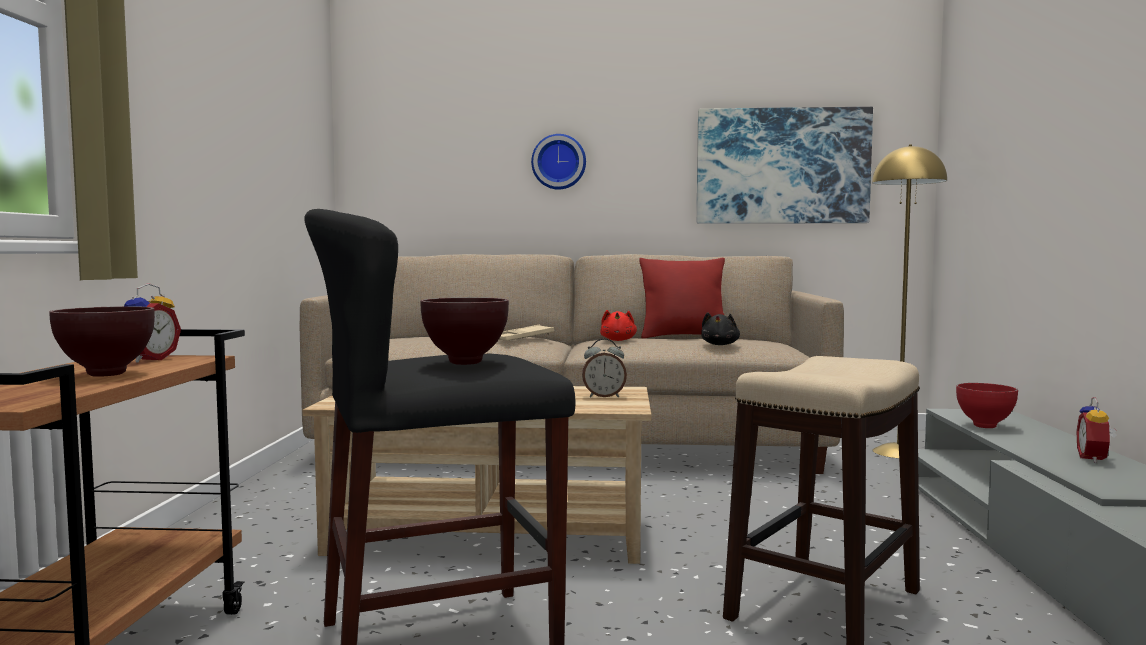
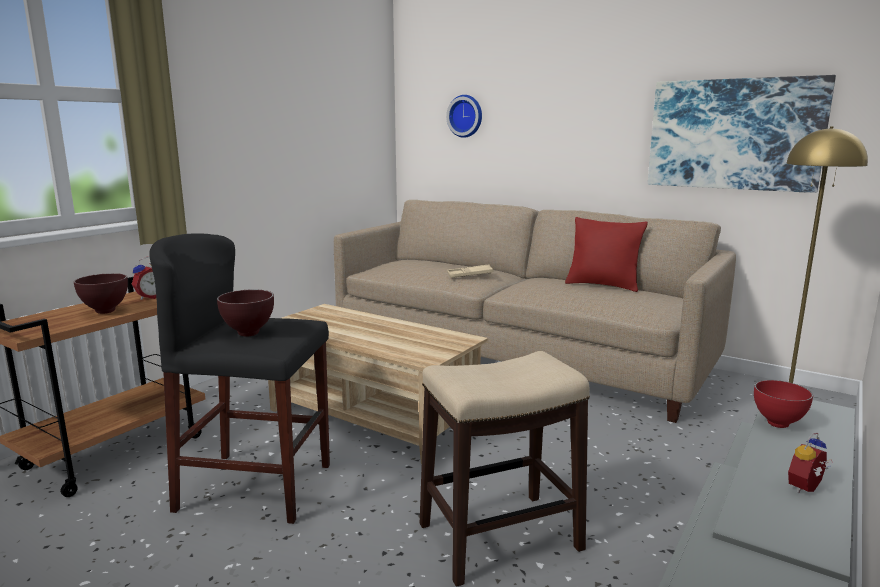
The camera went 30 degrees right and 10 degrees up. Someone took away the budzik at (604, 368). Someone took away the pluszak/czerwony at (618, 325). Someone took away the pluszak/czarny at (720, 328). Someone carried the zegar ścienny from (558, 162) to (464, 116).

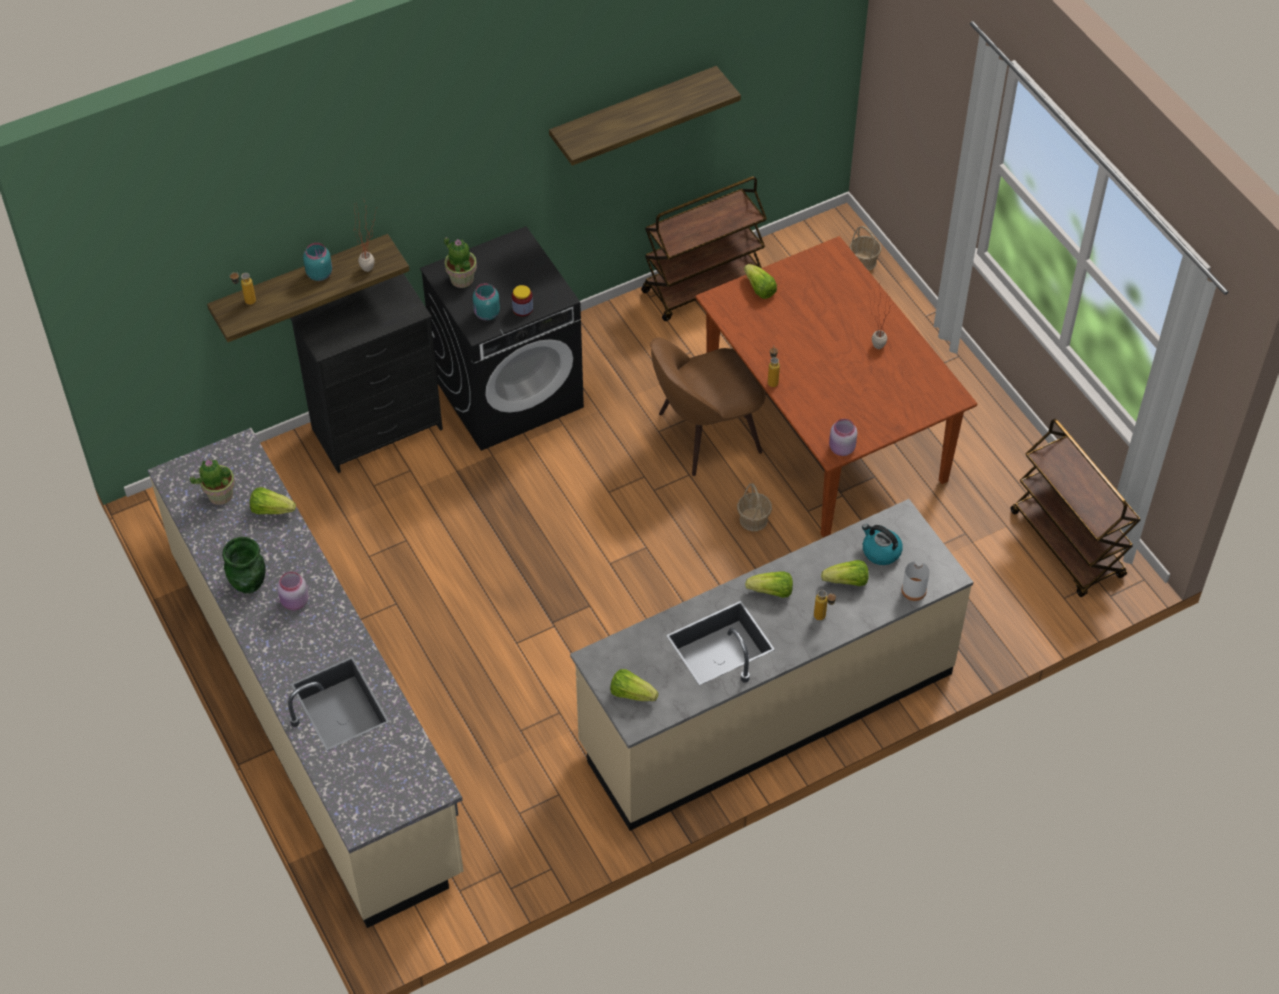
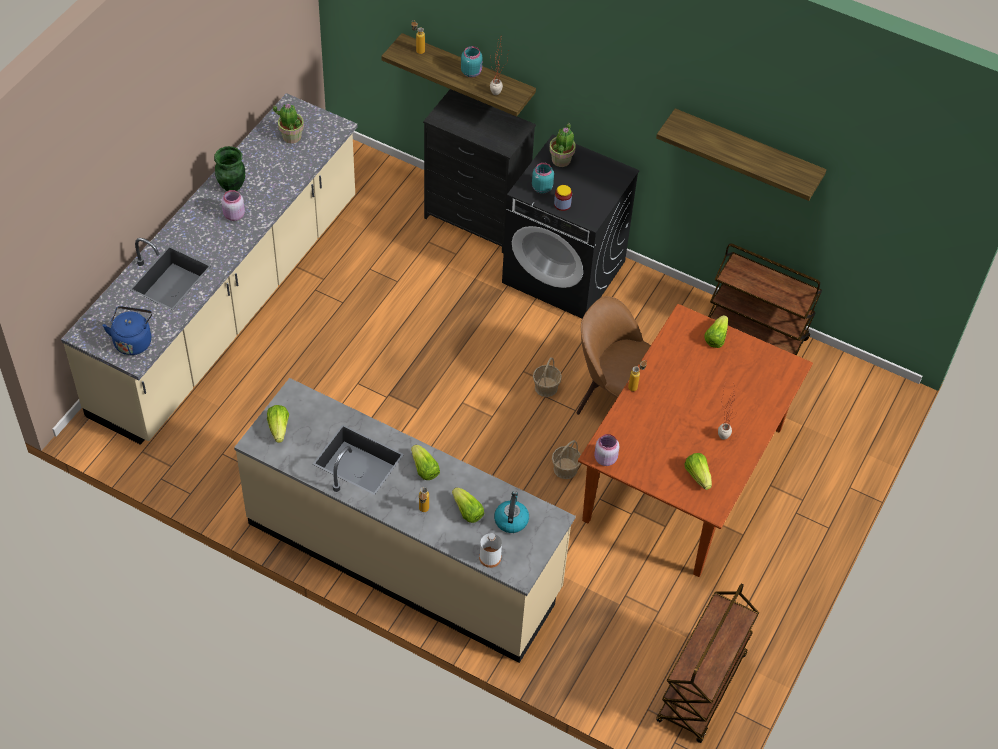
The camera went 55 degrees right and 0 degrees up. Someone put down the czajnik/niebieski at (127, 330). Someone carried the sałata from (273, 500) to (698, 471). Someone carried the koszyk from (865, 248) to (547, 377).

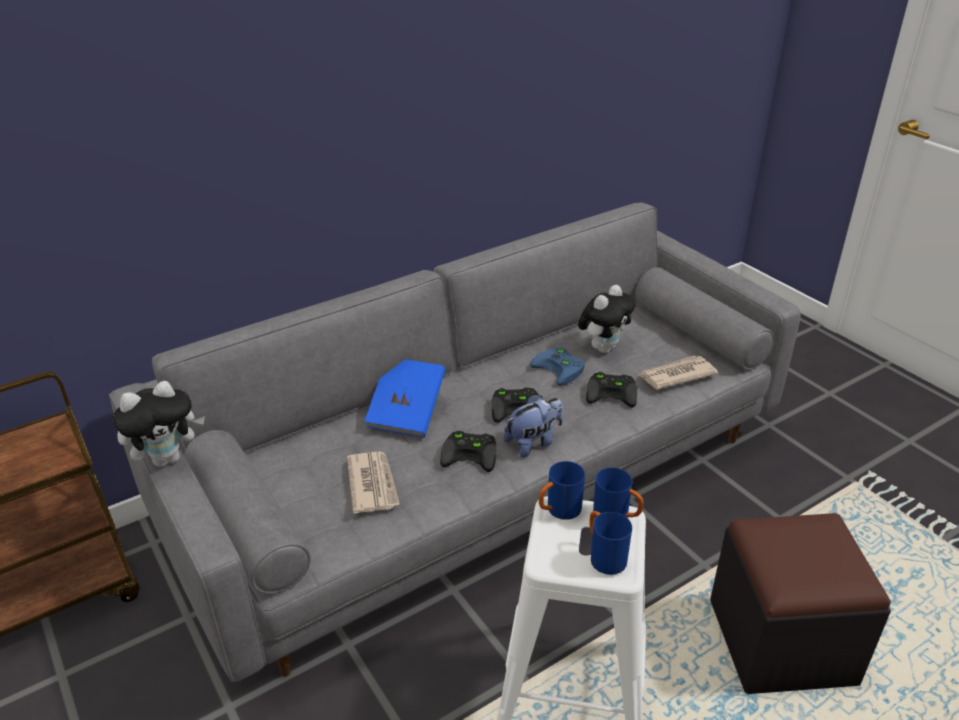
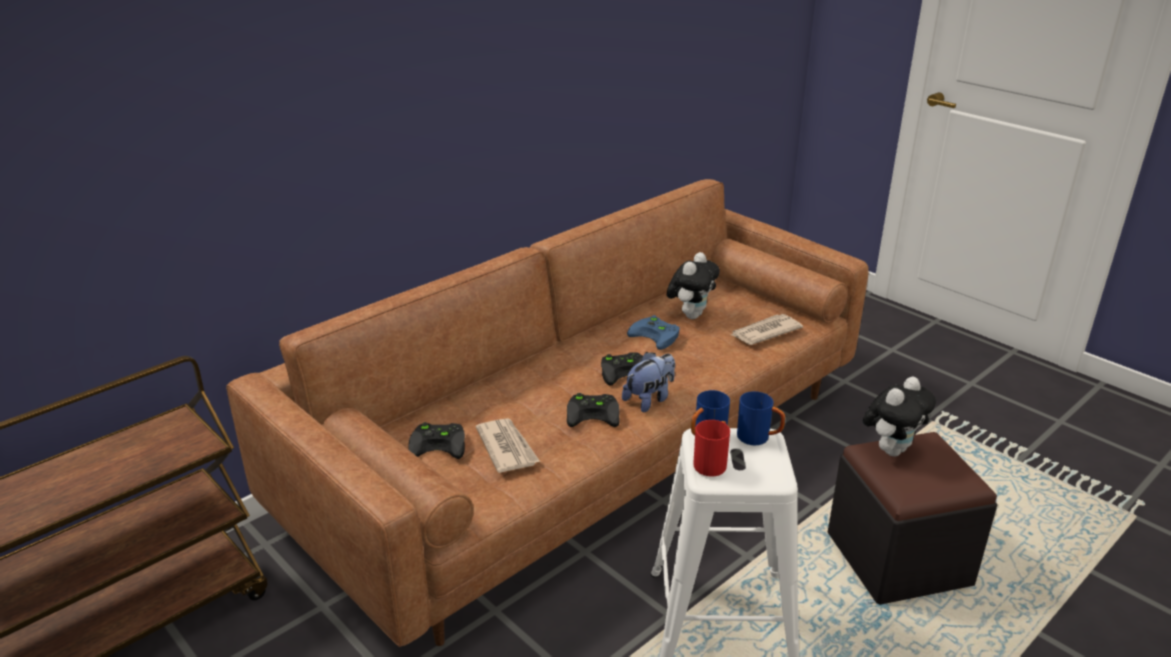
The camera went 10 degrees left and 5 degrees down. Someone took away the książka/niebieski at (405, 398). Someone took away the kubek/niebieski at (610, 543). Someone put down the kubek/czerwony at (711, 448). Someone carried the pluszak from (159, 424) to (899, 416). Someone carried the pad do gier/czarny from (611, 390) to (436, 440). Someone repainted the kanapa/szary at (455, 442), which became the kanapa/brązowy at (547, 413).

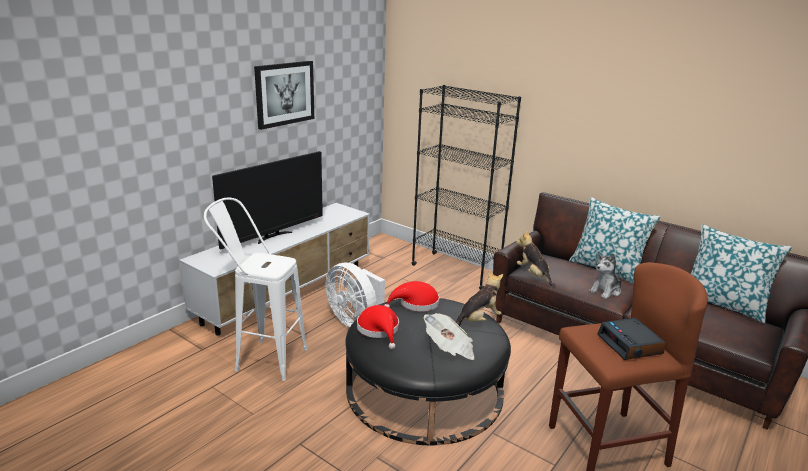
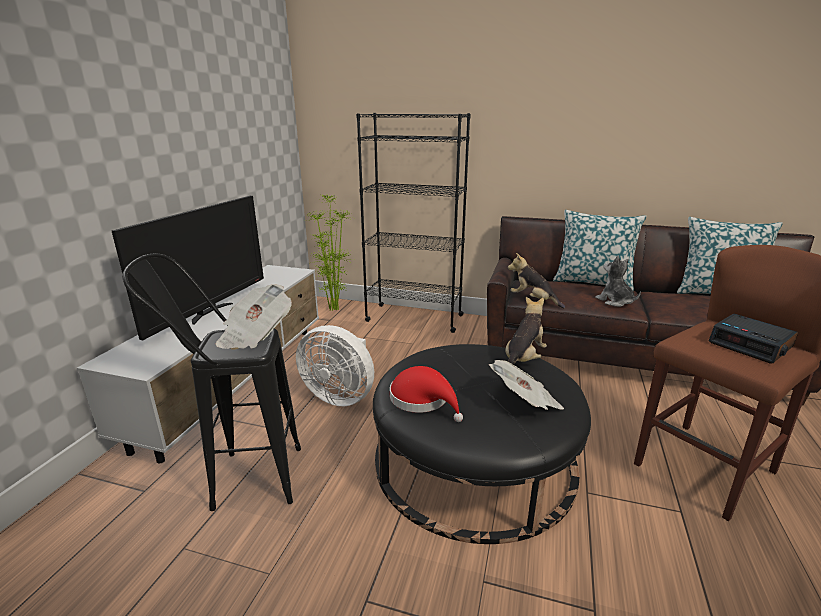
The camera went 20 degrees left and 0 degrees up. Someone took away the obraz at (284, 95). Someone took away the kapelusz/czerwony at (411, 296). Someone put down the gazeta at (254, 316). Someone put down the roślina doniczkowa at (330, 252). Someone repainted the stołek/biały at (256, 289), which became the stołek/czarny at (211, 382). Someone rotated the pluszak at (605, 276) by 120 degrees clockwise.

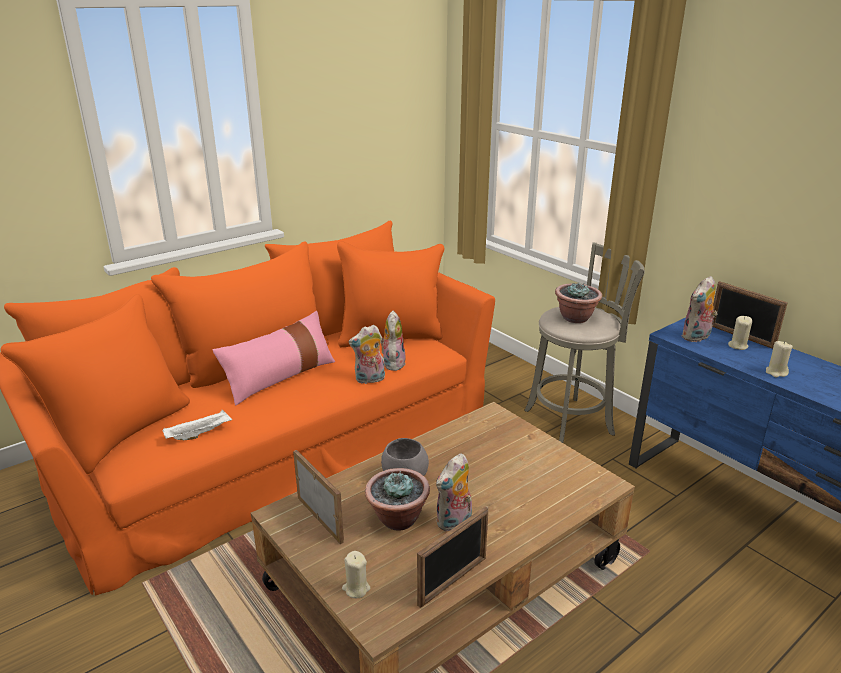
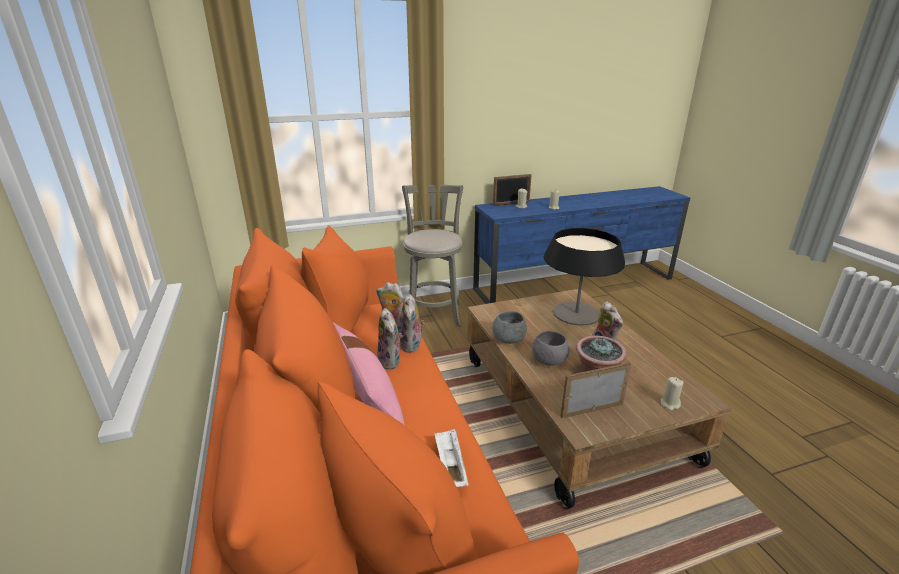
The camera went 70 degrees left and 0 degrees up. Someone took away the ramka na zdjęcie at (452, 557). Someone took away the roślina doniczkowa at (578, 303). Someone put down the miska/szary at (509, 327). Someone put down the lampa stołowa at (584, 277). Someone carried the pluszak from (699, 309) to (390, 339).

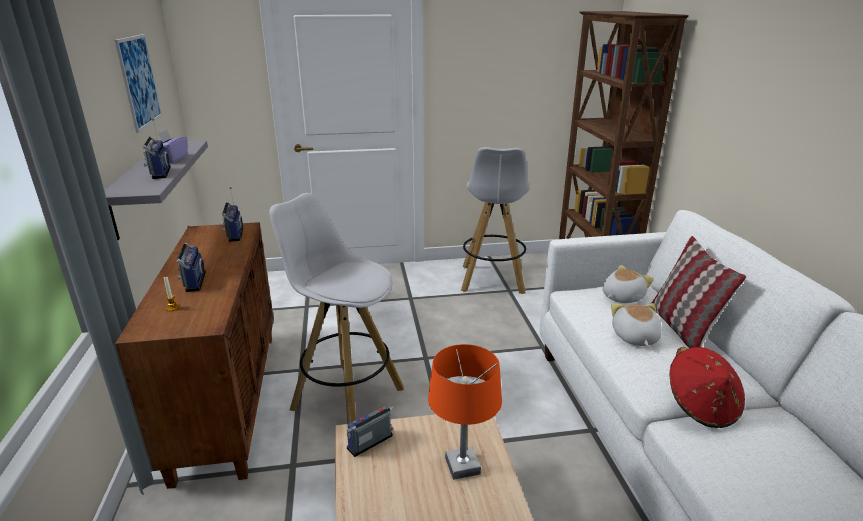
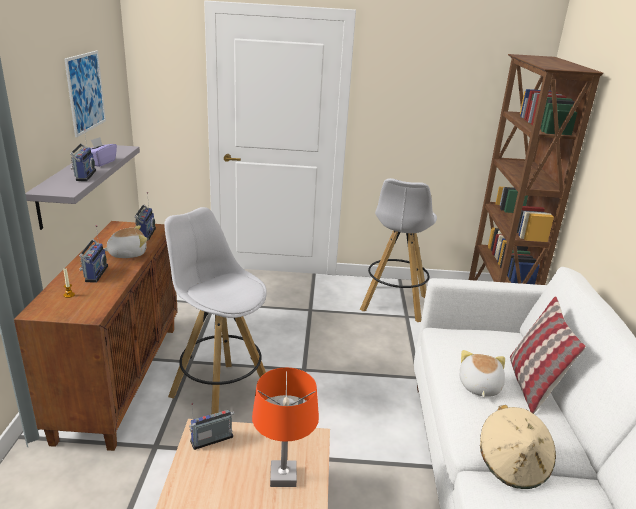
The camera went 10 degrees right and 0 degrees up. Someone carried the pluszak from (628, 284) to (125, 241). Someone repainted the kapelusz/czerwony at (707, 387), which became the kapelusz/beżowy at (518, 447).

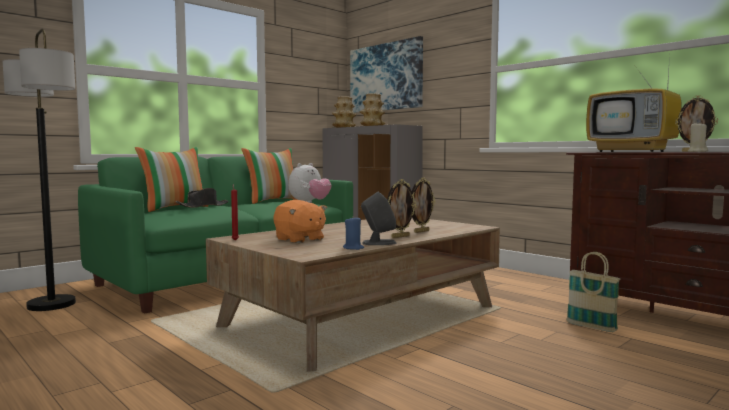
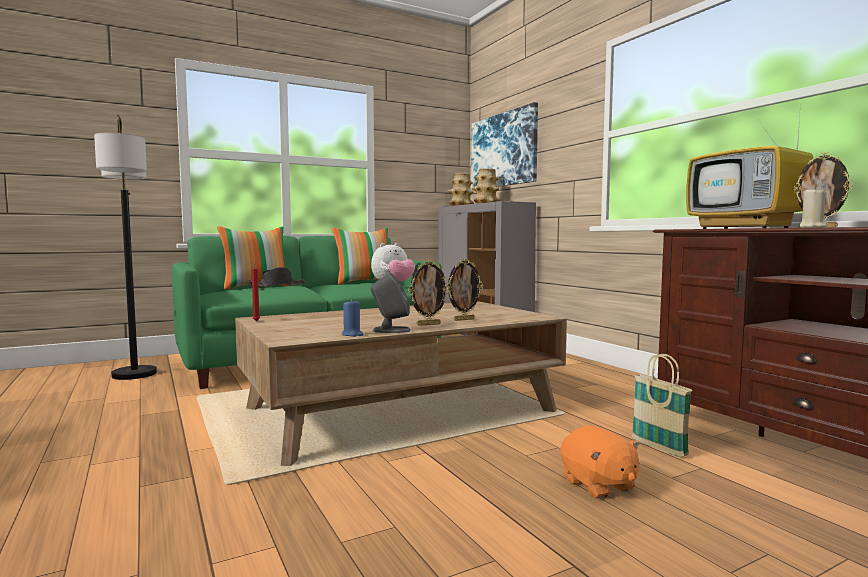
The camera went 15 degrees right and 0 degrees up. Someone carried the pluszak/pomarańczowy from (300, 221) to (601, 462).

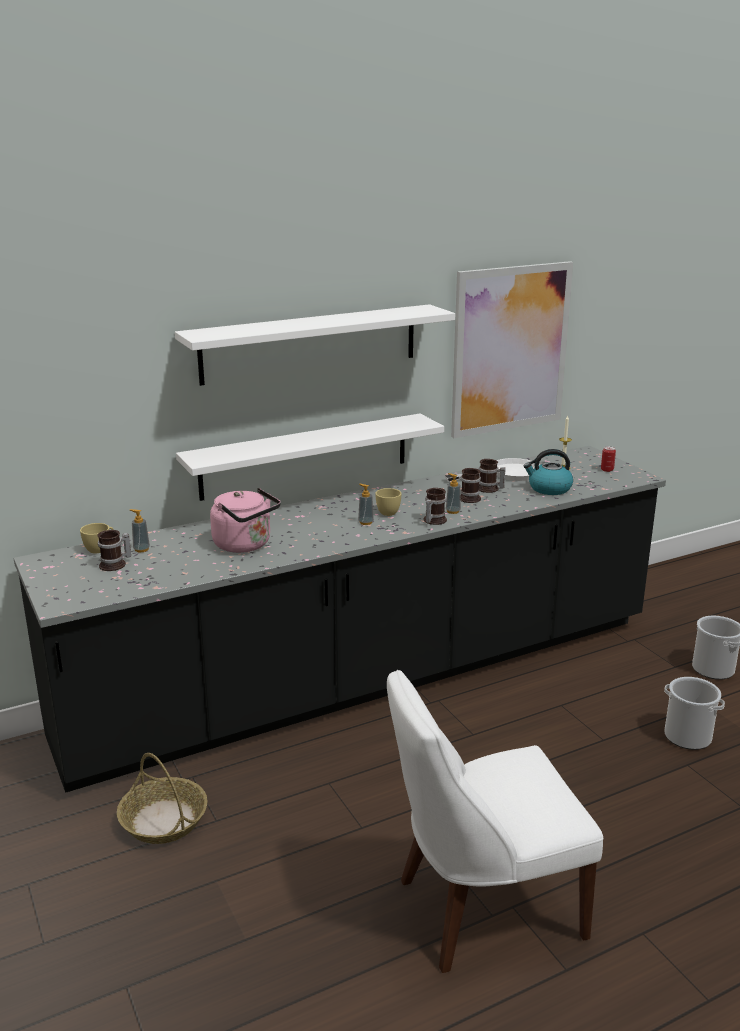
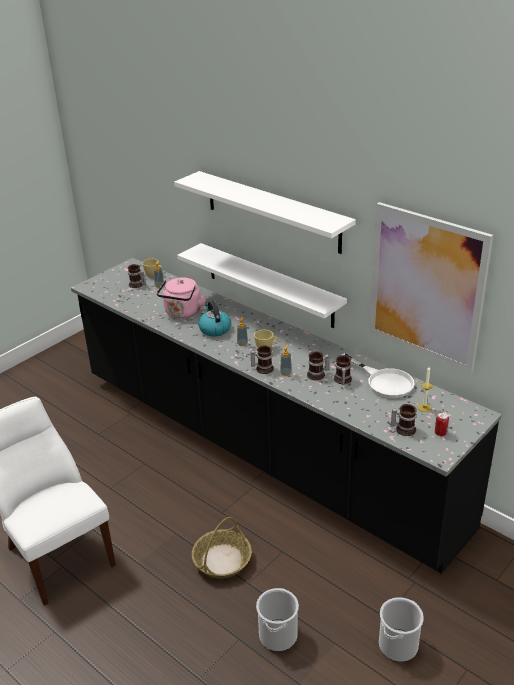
The camera went 70 degrees right and 10 degrees up. Someone put down the kubek at (404, 420). Someone carried the koszyk from (162, 798) to (222, 548). Someone carried the czajnik from (548, 472) to (214, 318).

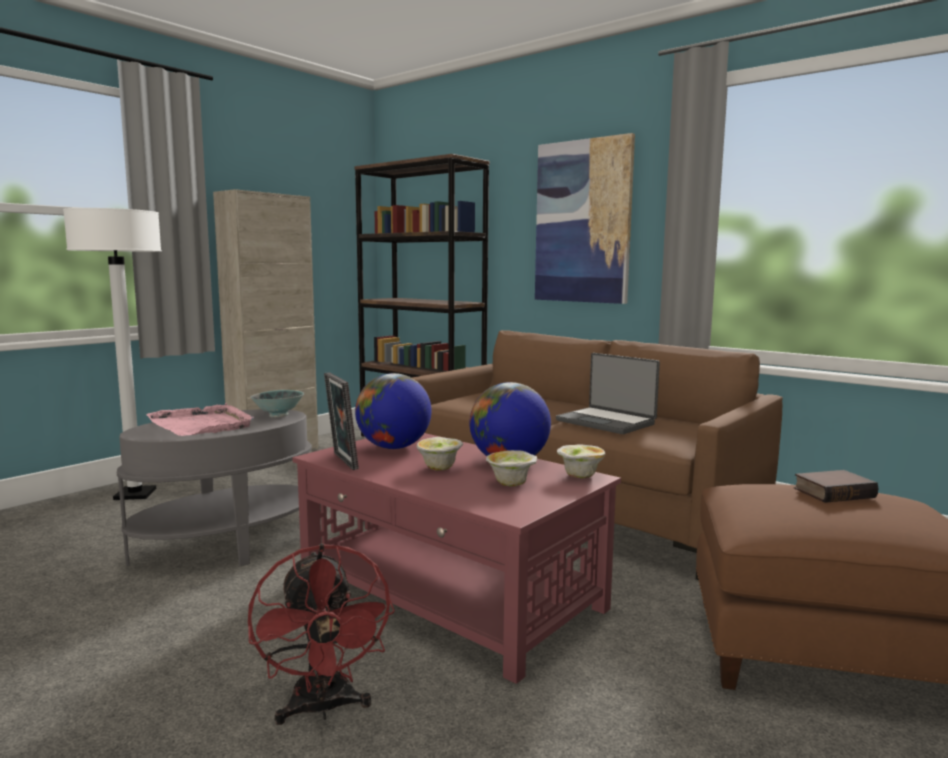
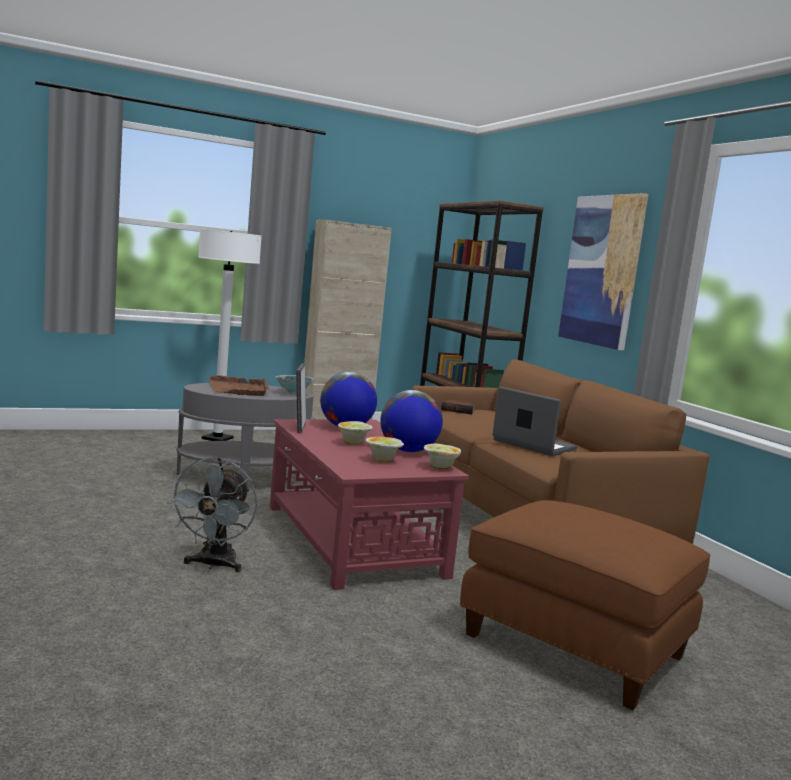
The camera went 25 degrees right and 0 degrees up. Someone carried the książka from (836, 486) to (458, 407). Someone repainted the taca/różowy at (200, 419), which became the taca/brązowy at (239, 385). Someone repainted the wentylator/czerwony at (321, 634), which became the wentylator/szary at (212, 515). Someone rotated the laptop at (608, 393) by 150 degrees clockwise.

